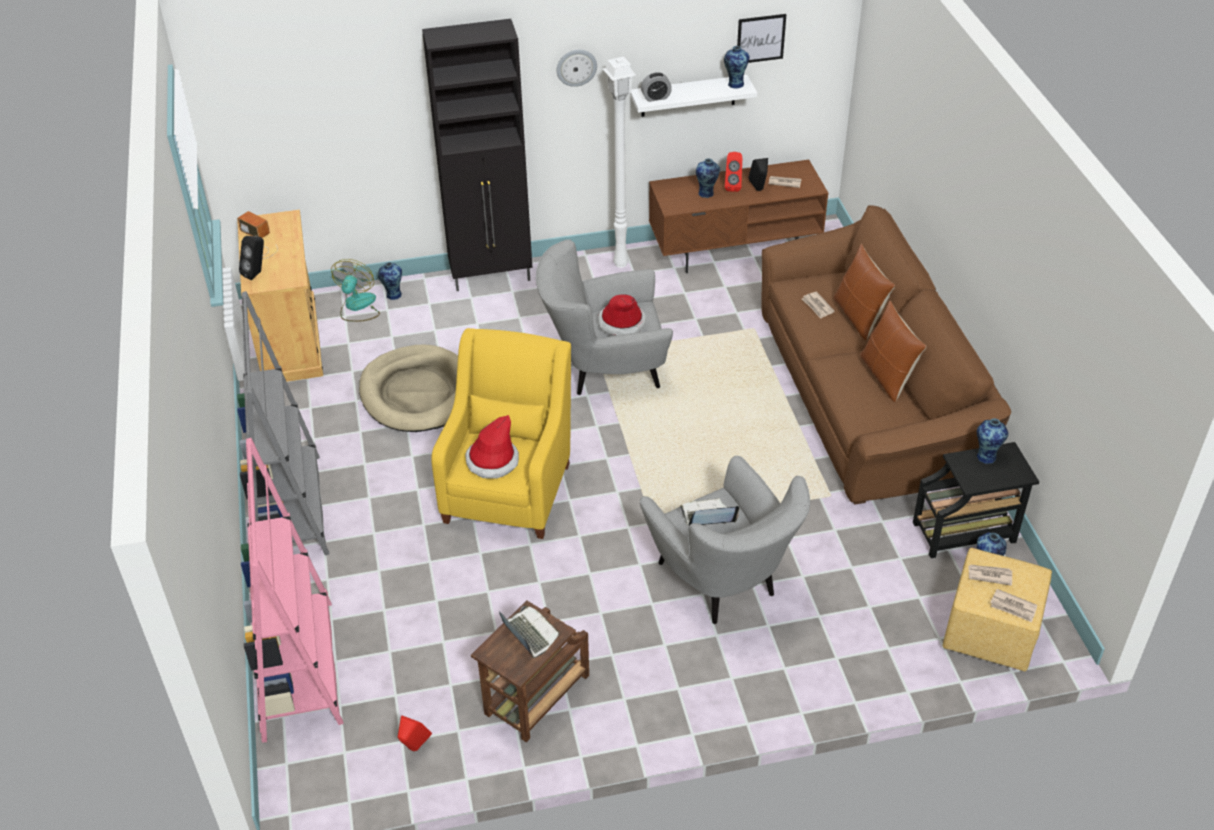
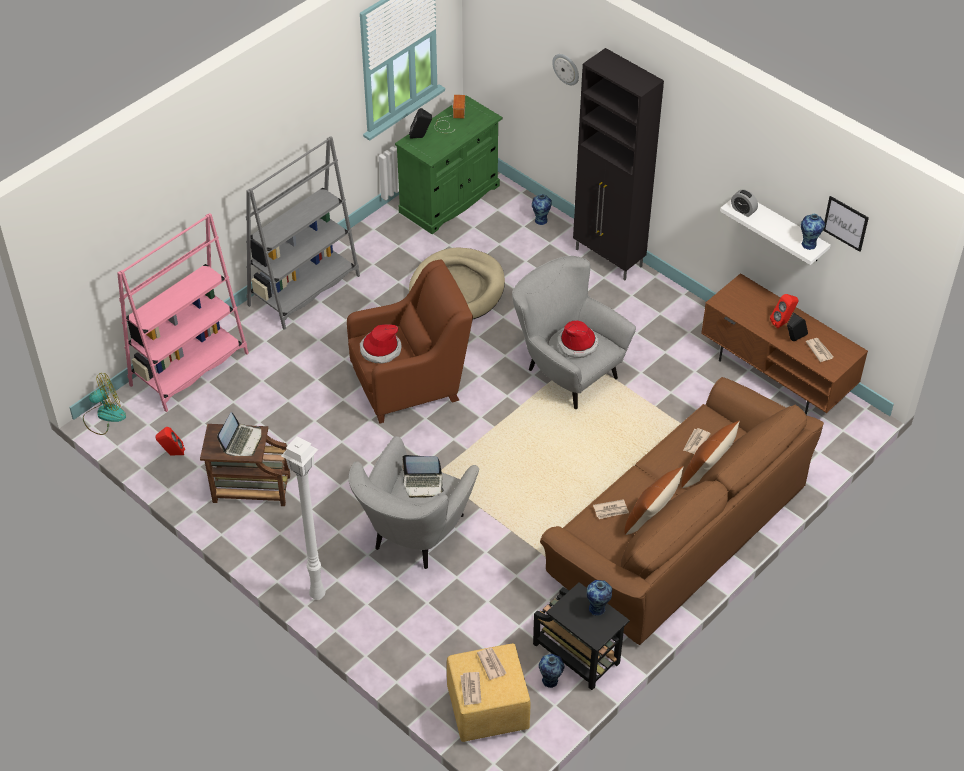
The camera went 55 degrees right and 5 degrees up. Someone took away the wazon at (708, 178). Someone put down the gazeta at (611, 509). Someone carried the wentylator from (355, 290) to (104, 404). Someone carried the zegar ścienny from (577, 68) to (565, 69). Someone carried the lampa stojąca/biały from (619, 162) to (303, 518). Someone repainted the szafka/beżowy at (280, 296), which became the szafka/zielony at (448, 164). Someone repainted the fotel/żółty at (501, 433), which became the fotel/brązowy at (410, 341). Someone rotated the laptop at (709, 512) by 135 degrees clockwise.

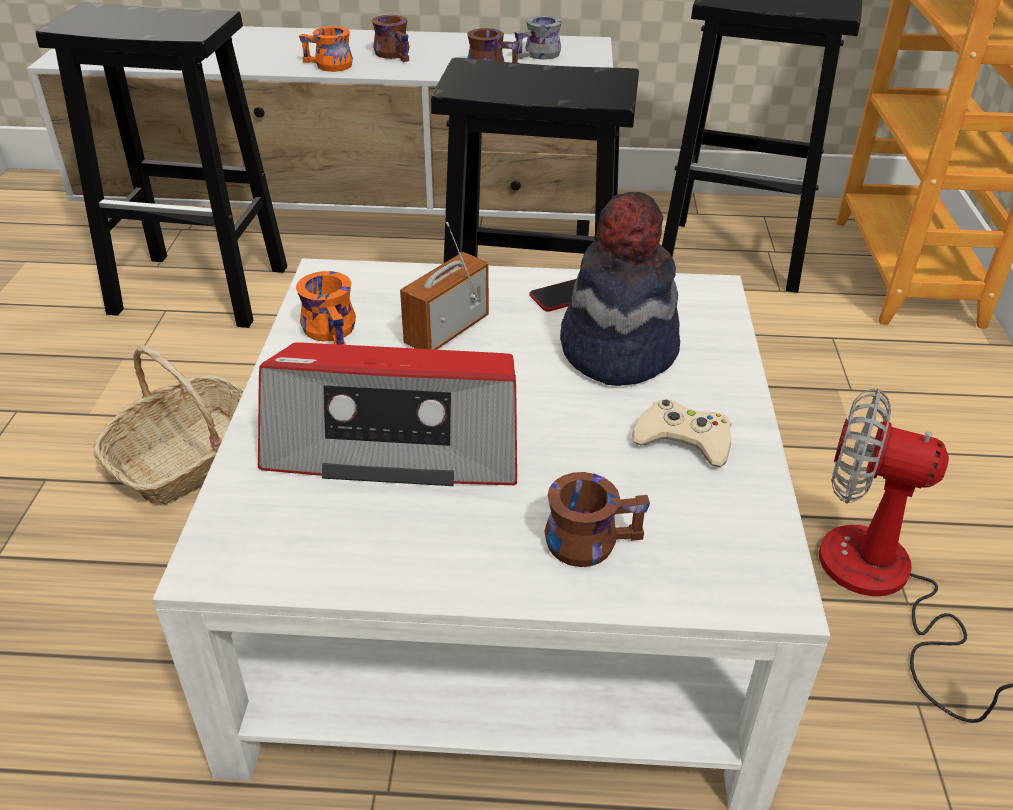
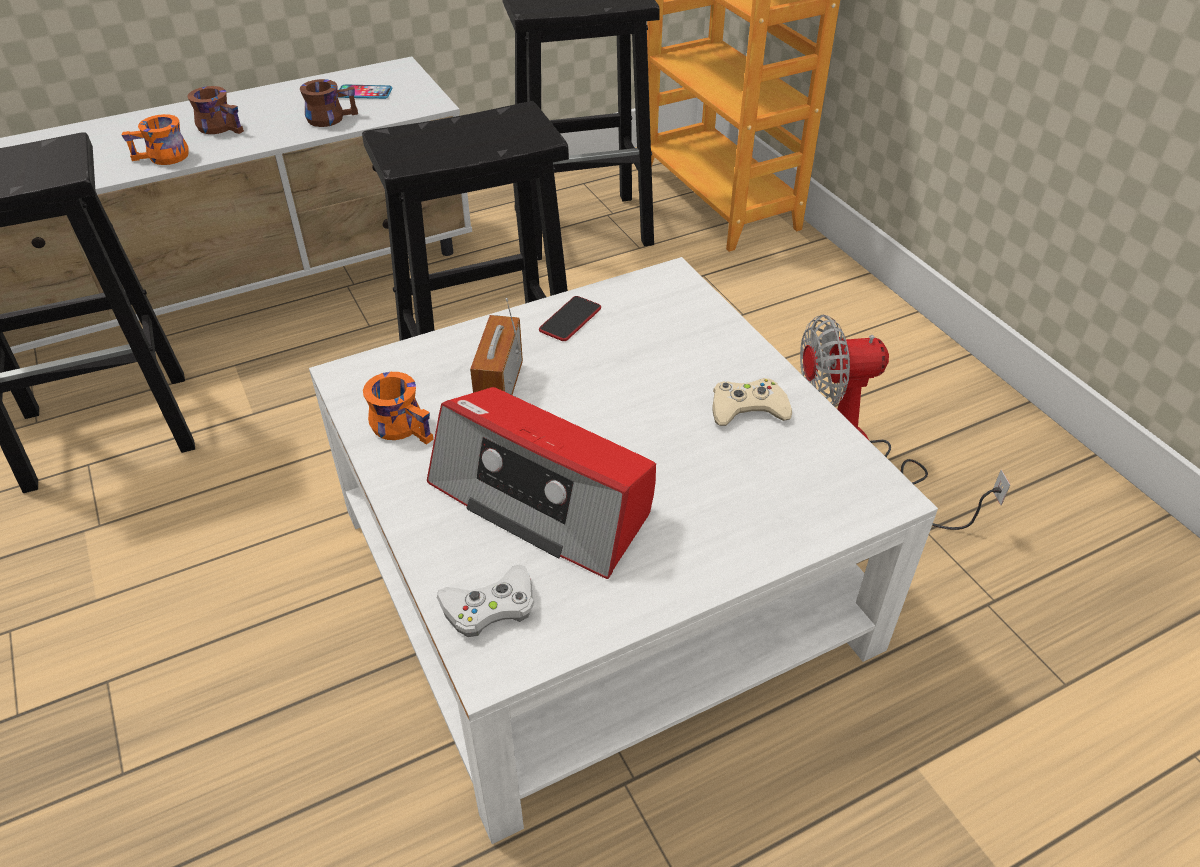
The camera went 30 degrees left and 5 degrees up. Someone took away the koszyk at (168, 425). Someone took away the kubek/brązowy at (597, 519). Someone took away the kapelusz at (620, 289). Someone put down the pad do gier/biały at (485, 601). Someone swapped the kubek/szary at (538, 38) for the telefon at (365, 92). Someone rotated the radio at (387, 414) by 60 degrees clockwise.

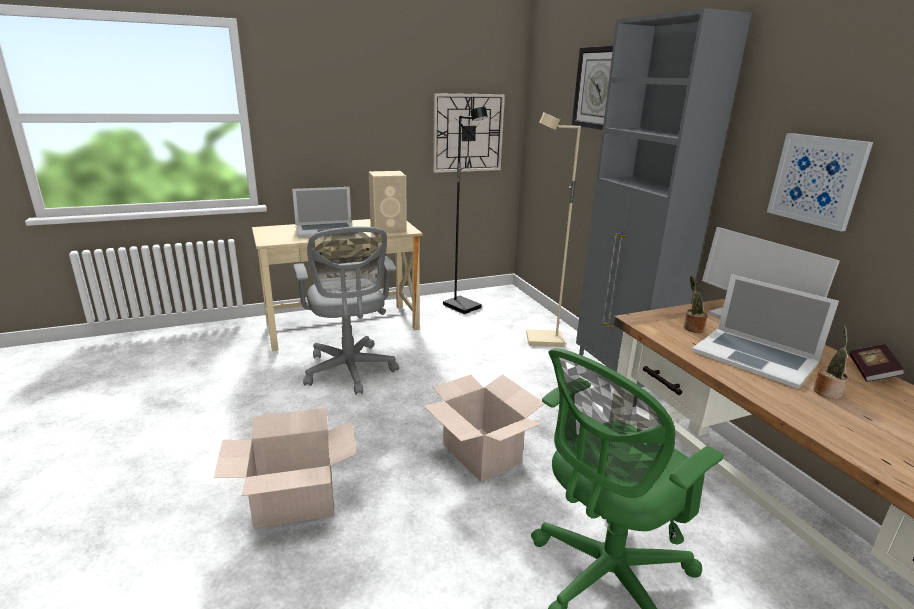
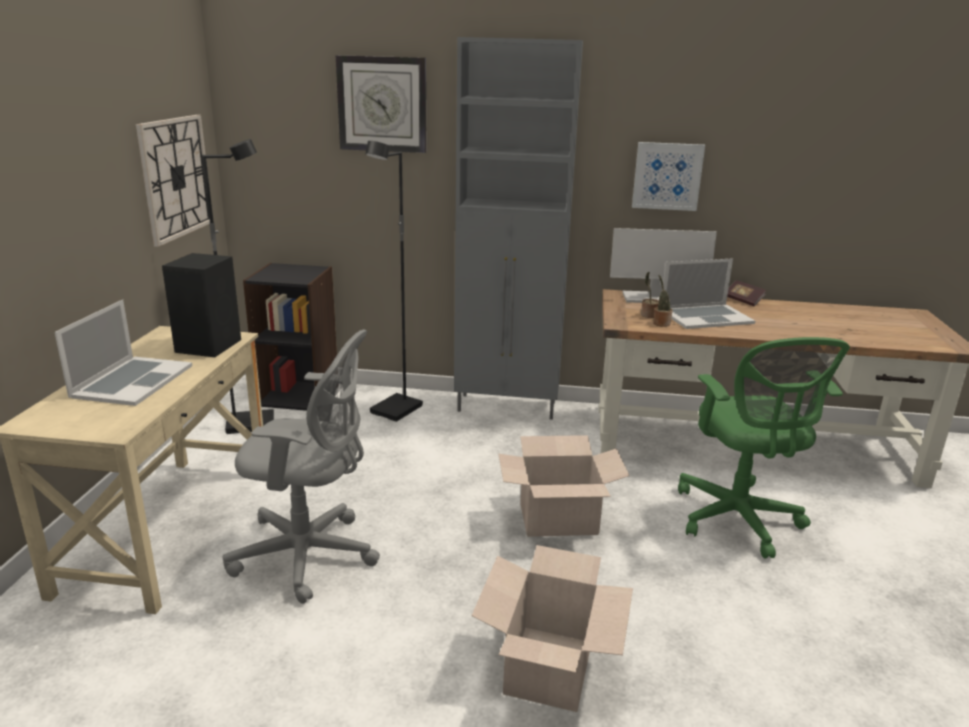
The camera went 60 degrees left and 0 degrees up. Someone put down the regał/czarny at (290, 337). Someone carried the roślina doniczkowa from (831, 362) to (663, 301). Someone repainted the głośnik/beżowy at (388, 202), which became the głośnik/czarny at (201, 305). Someone repainted the lampa stojąca/beżowy at (553, 230), which became the lampa stojąca/czarny at (394, 281).

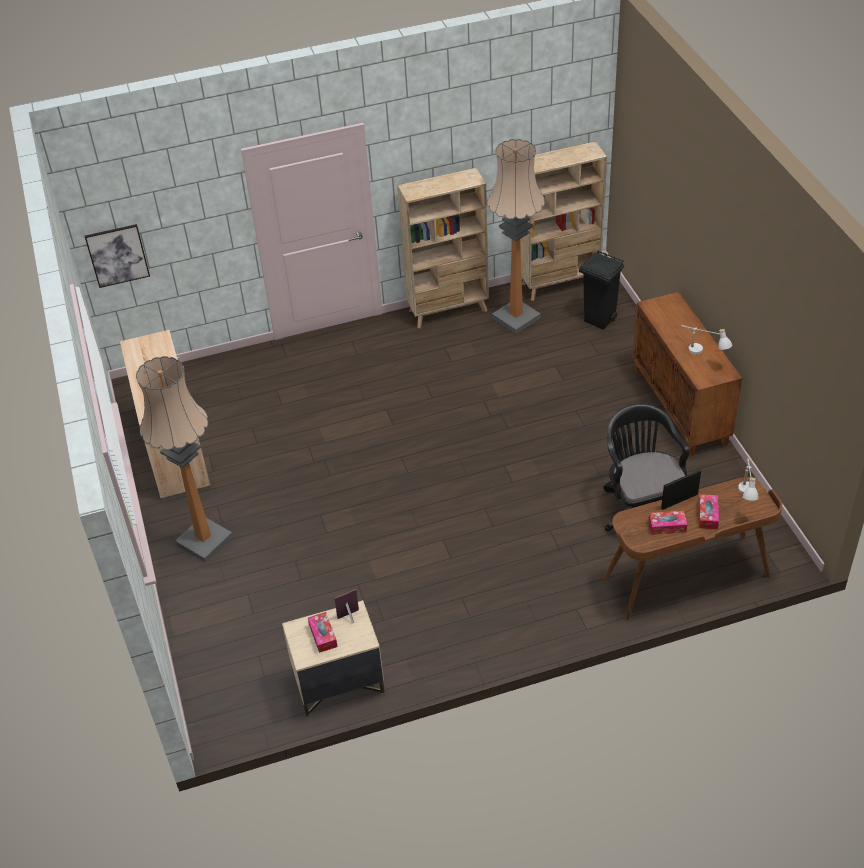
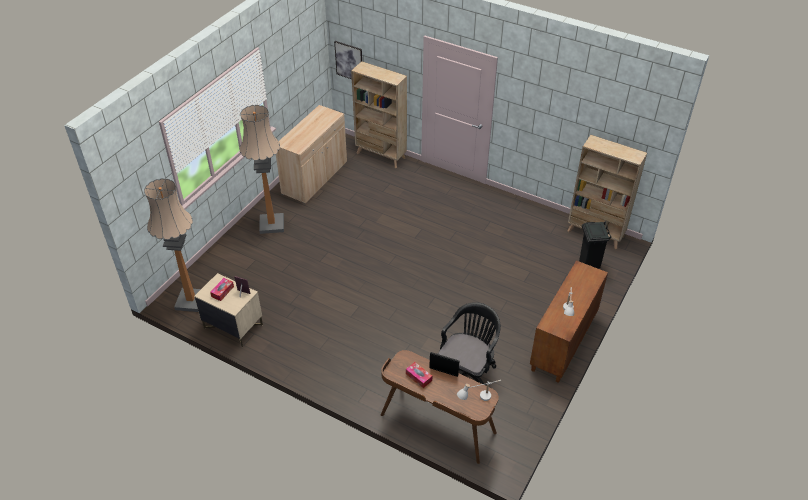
The camera went 45 degrees right and 0 degrees up. Someone took away the pudełko chusteczek at (708, 511). Someone carried the regał/beżowy from (443, 247) to (379, 114). Someone carried the lampa stojąca from (516, 236) to (172, 245).

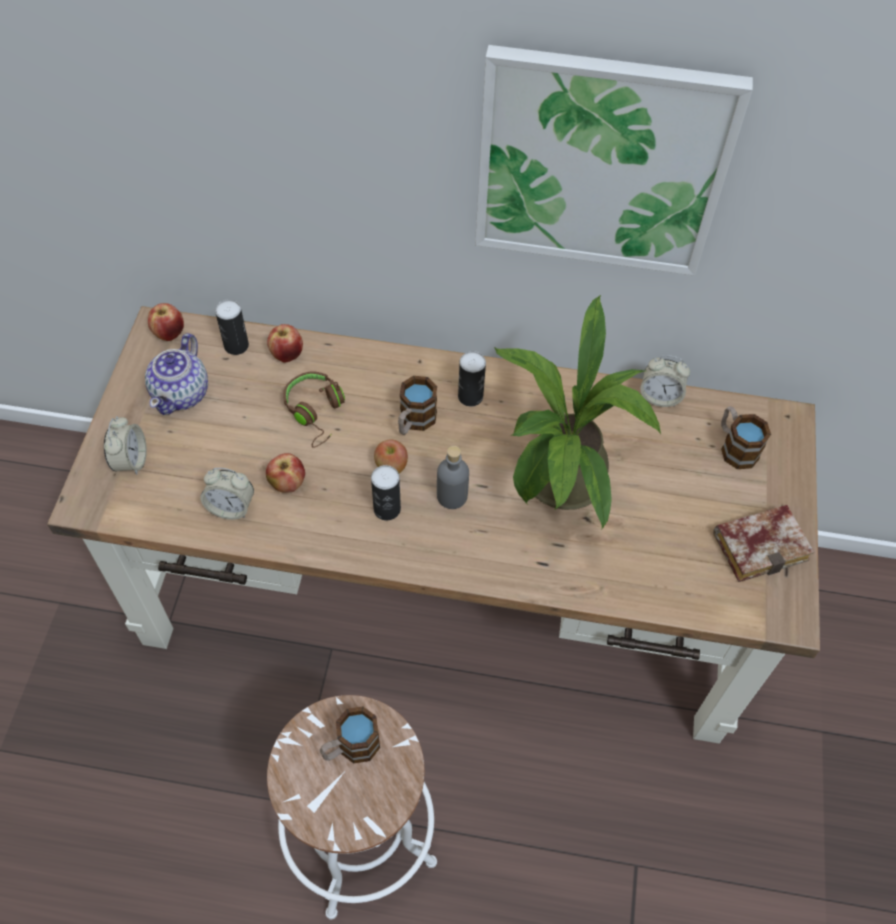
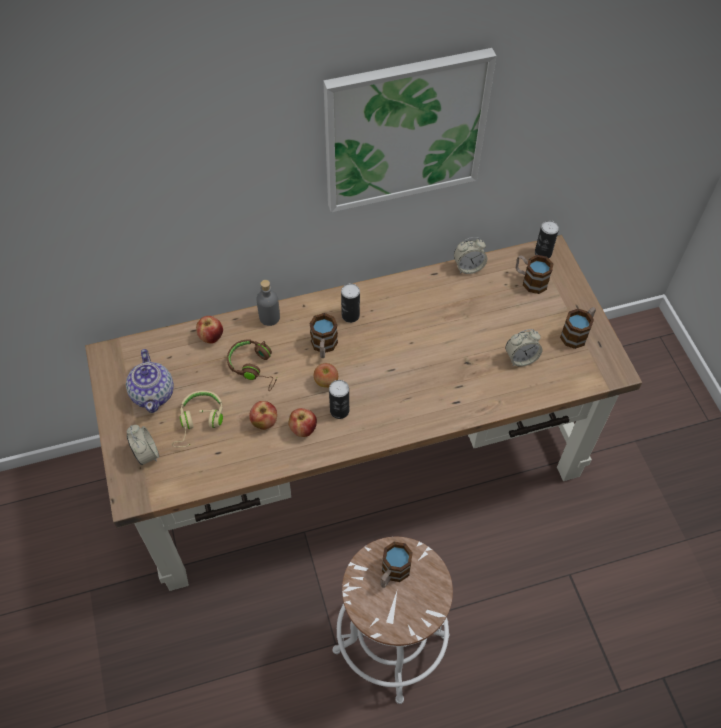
The camera went 25 degrees left and 0 degrees up. Someone took away the roślina doniczkowa at (577, 412). Someone put down the słuchawki/beżowy at (197, 419). Someone carried the jabłko from (166, 322) to (302, 422). Someone carried the budzik from (227, 494) to (523, 348). Someone carried the puszka from (232, 327) to (547, 239). Someone carried the butelka/szary from (453, 477) to (268, 303). Someone swapped the książka at (763, 543) for the kubek at (578, 328).

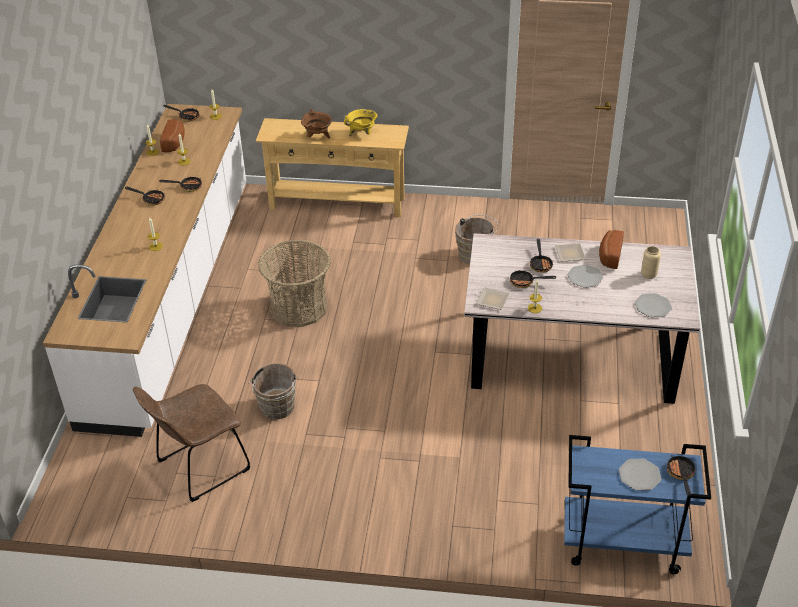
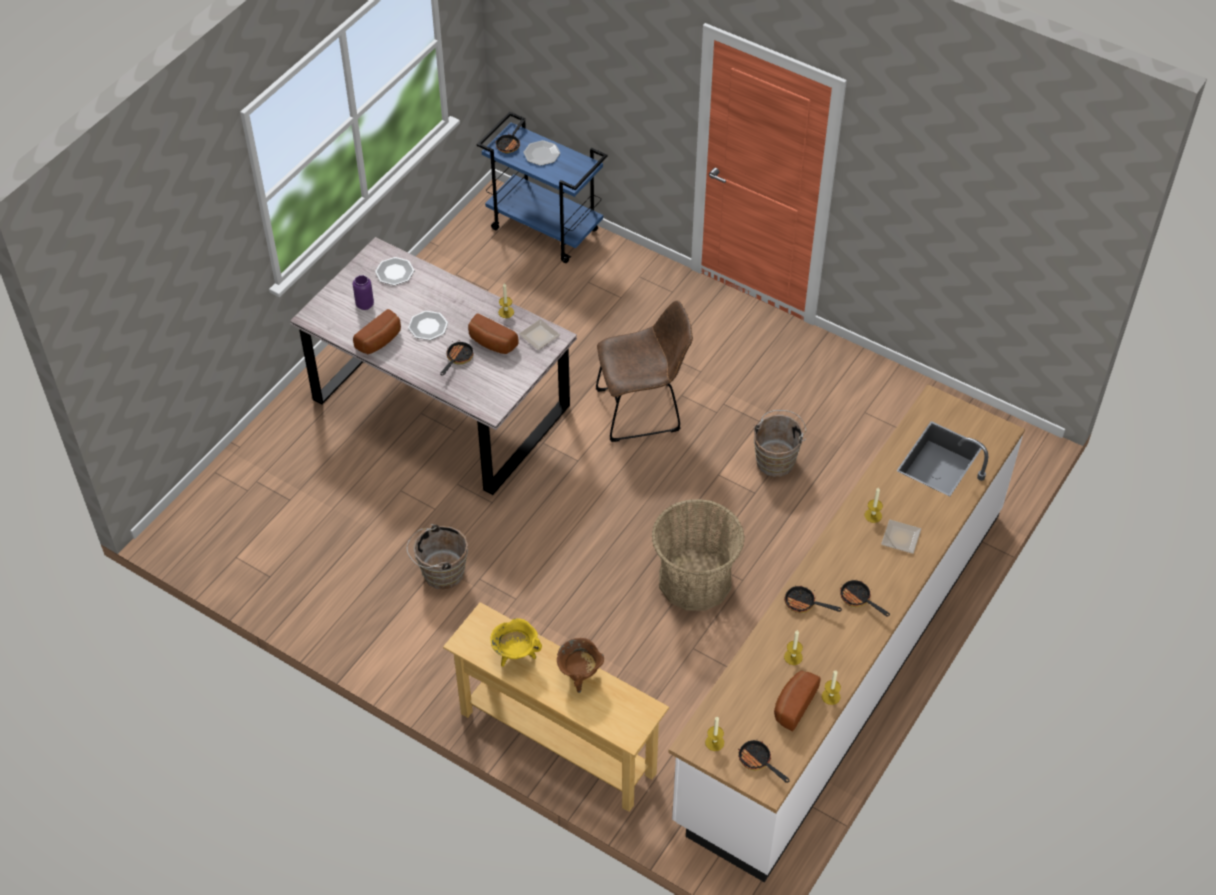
The camera went 155 degrees left and 10 degrees up. Someone carried the krzesło/brązowy from (192, 443) to (644, 371). Someone carried the talerz from (570, 252) to (901, 537). Someone swapped the patelnia at (533, 279) for the chleb at (493, 333). Someone repainted the wazon/beżowy at (651, 262), which became the wazon/fioletowy at (363, 292).

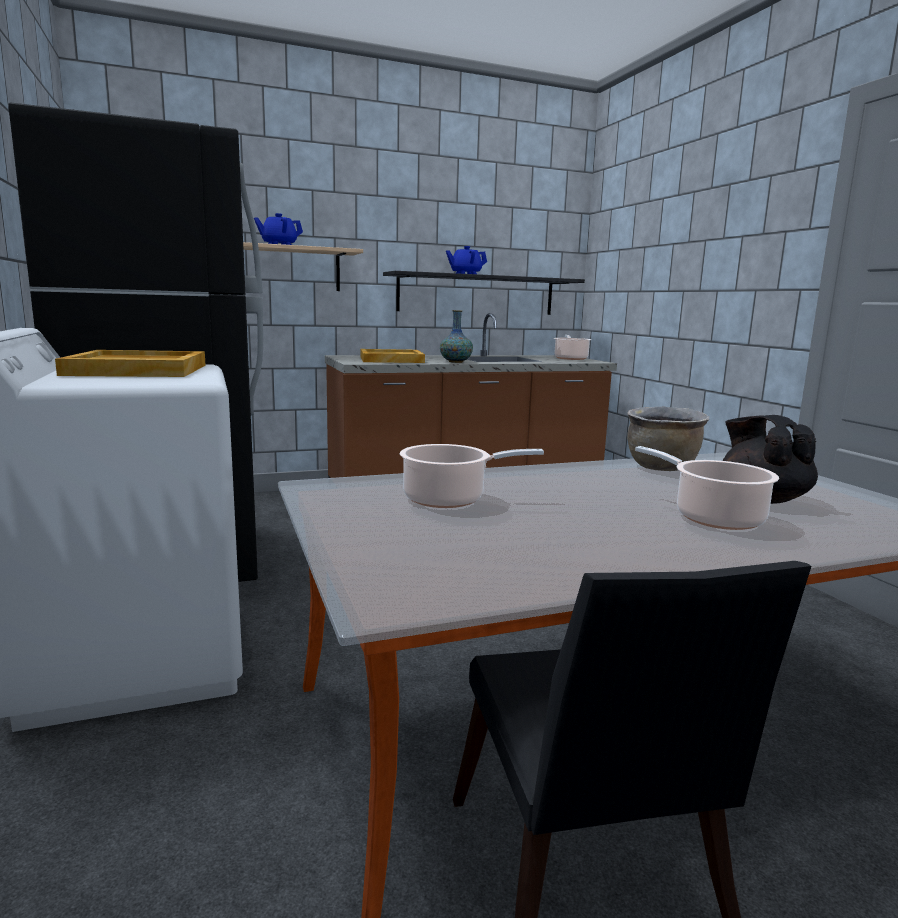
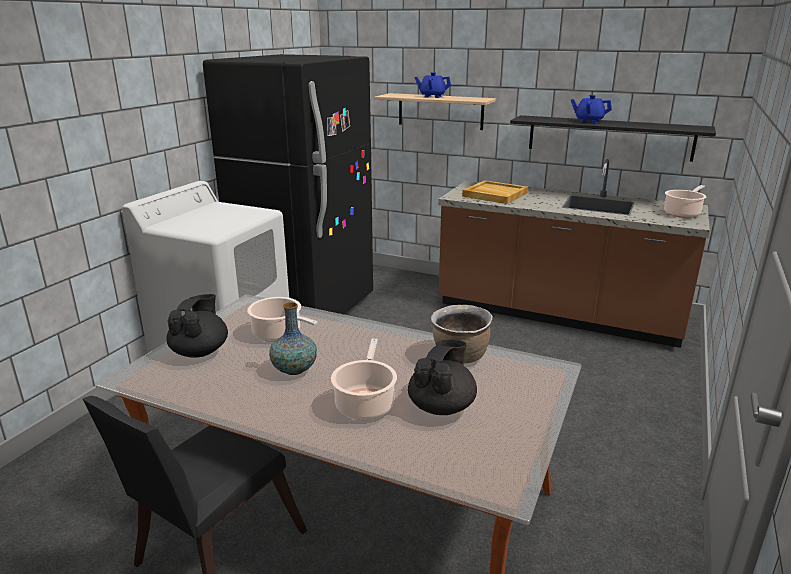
The camera went 45 degrees right and 10 degrees up. Someone took away the taca/beżowy at (130, 363). Someone put down the imbryk/czarny at (197, 326). Someone carried the wazon from (456, 336) to (293, 338).

